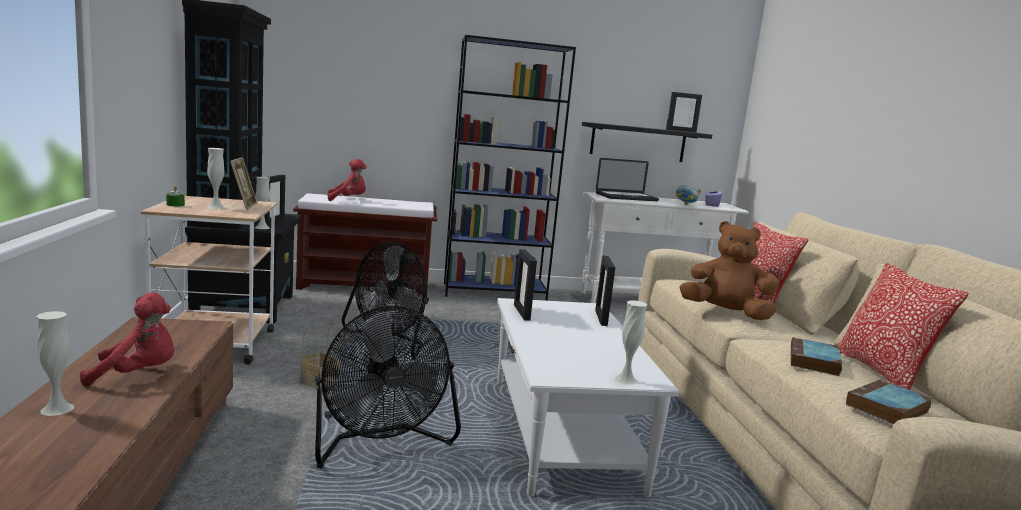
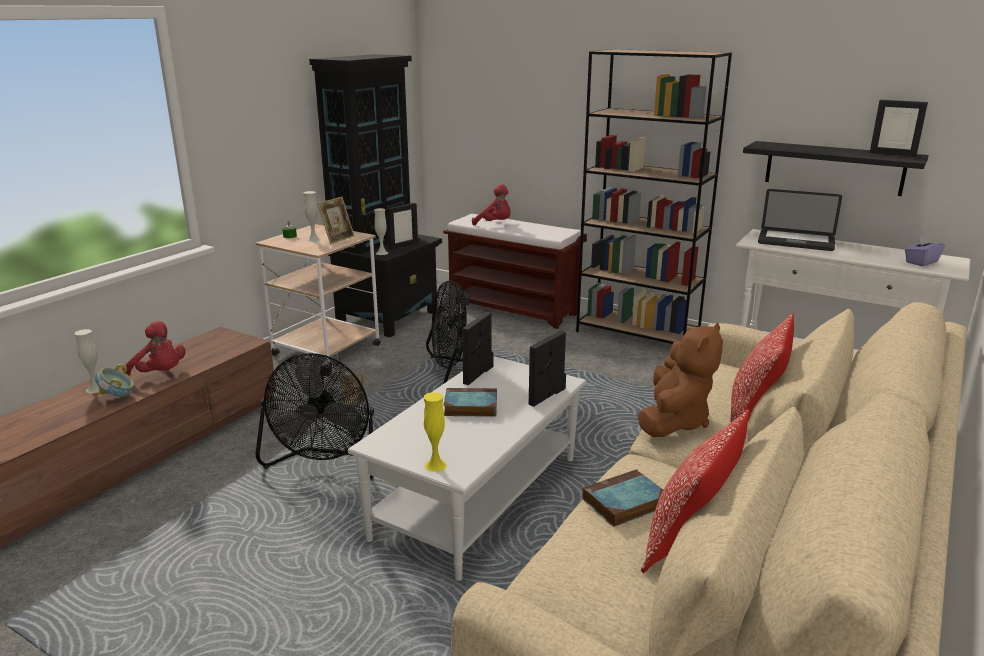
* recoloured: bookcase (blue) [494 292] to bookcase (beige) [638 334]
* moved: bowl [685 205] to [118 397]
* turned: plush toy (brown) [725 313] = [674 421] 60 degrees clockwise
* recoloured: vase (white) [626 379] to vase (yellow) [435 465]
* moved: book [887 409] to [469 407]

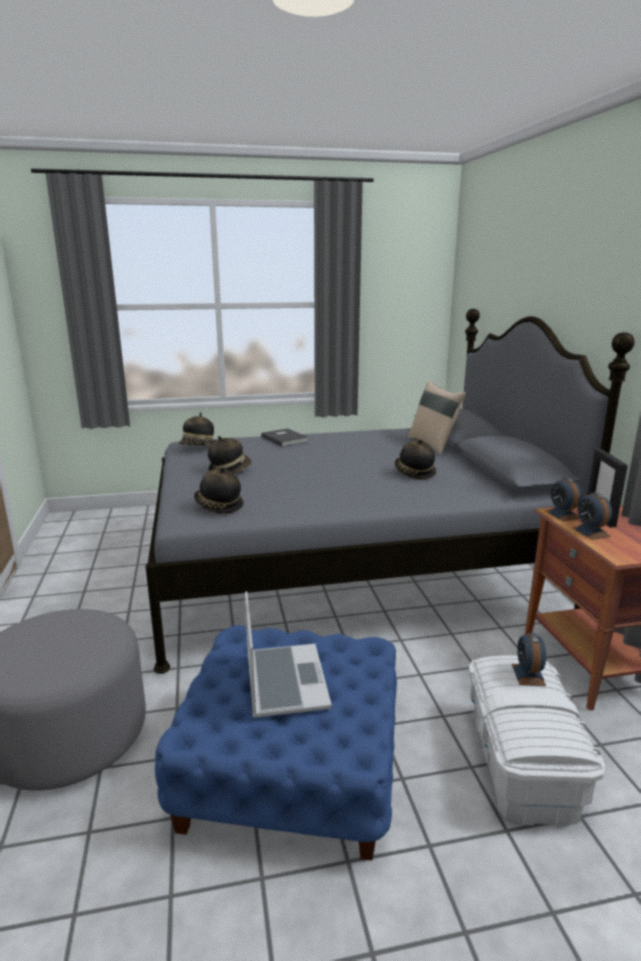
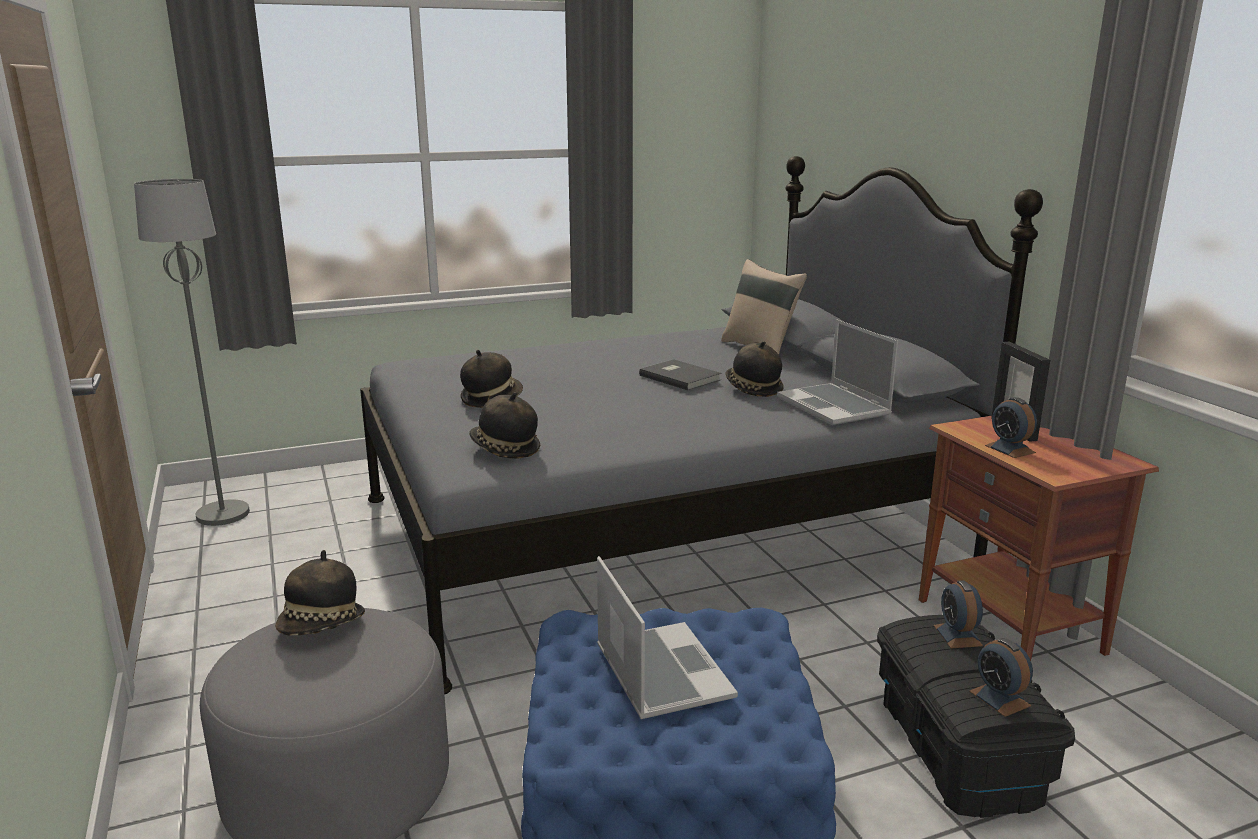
* moved: hat [198 446] to [322 626]
* moved: book (grey) [285 439] to [680 377]
* moved: alarm clock [562 515] to [999 698]
* recoloured: storage box (white) [522 762] to storage box (black) [959 747]
* added: floor lamp (grey) [223 514]
* added: laptop [835 407]

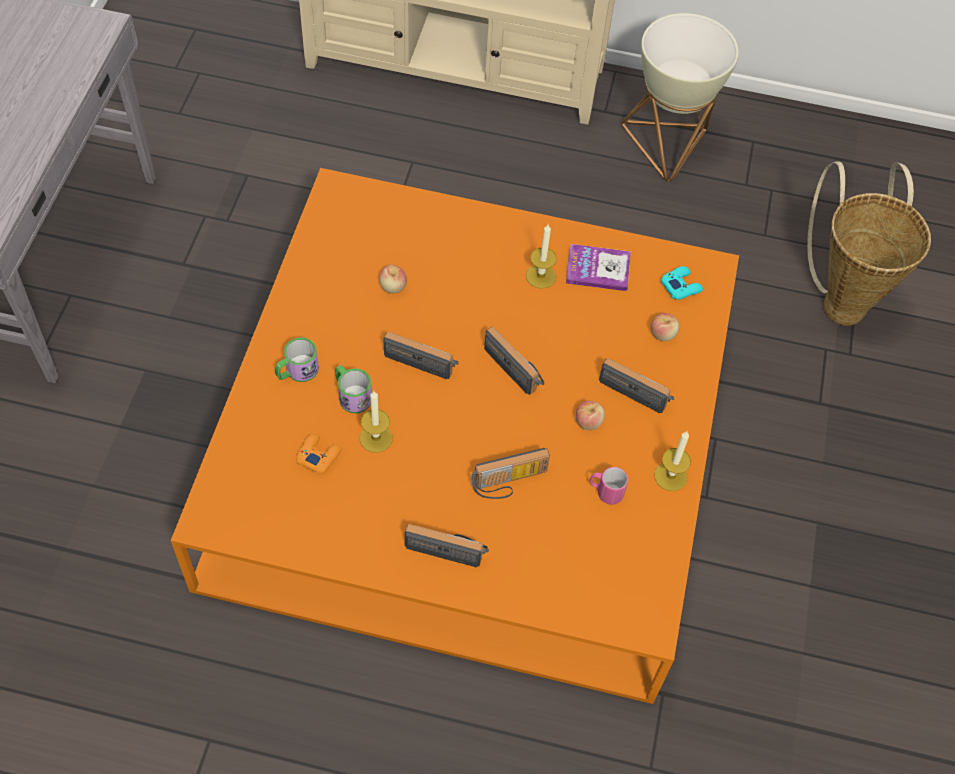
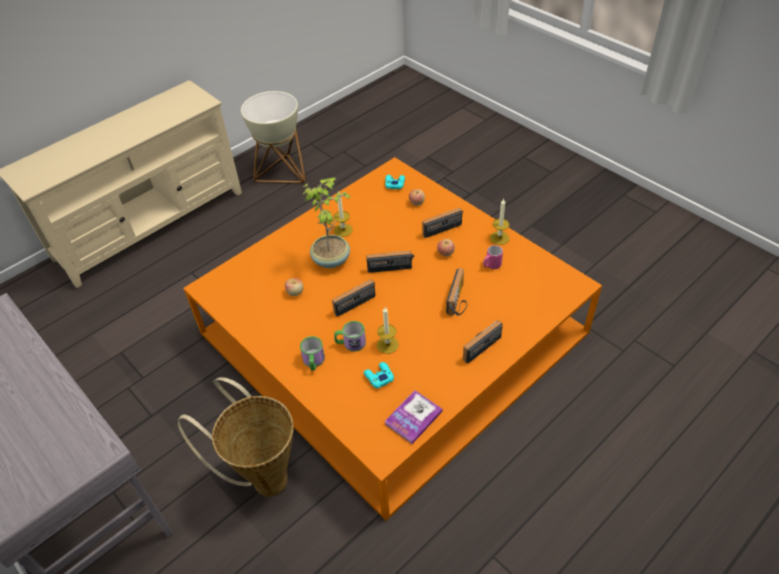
* moved: basket [842 300] to [264 477]
* moved: book [598 269] to [413 417]
* recoloured: game controller (orange) [318 455] to game controller (turquoise) [379 377]
* added: potted plant [332 259]

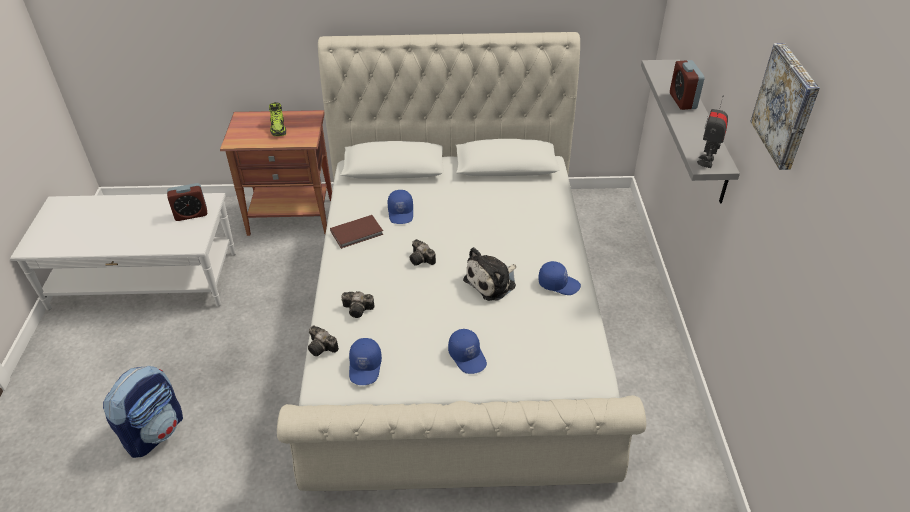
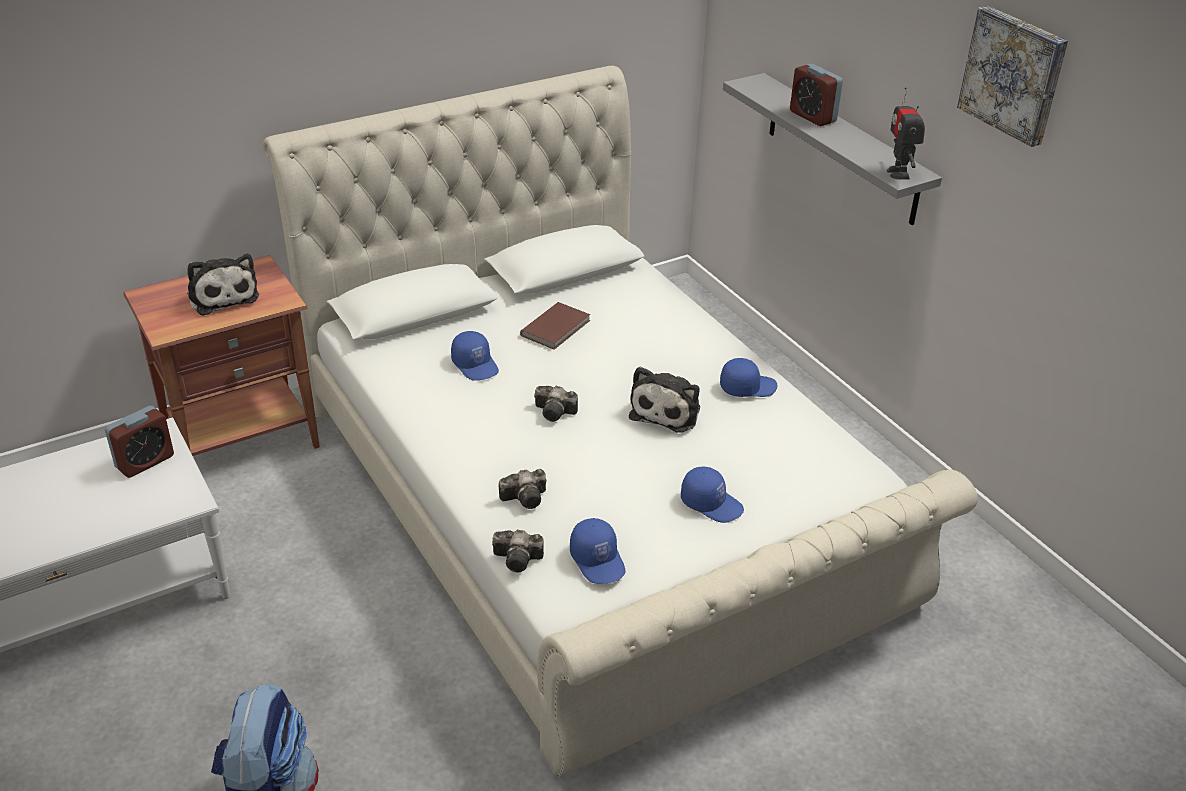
* replaced: shoe [278 128] to plush toy [222 295]
* moved: book (brown) [358 233] to [557 328]

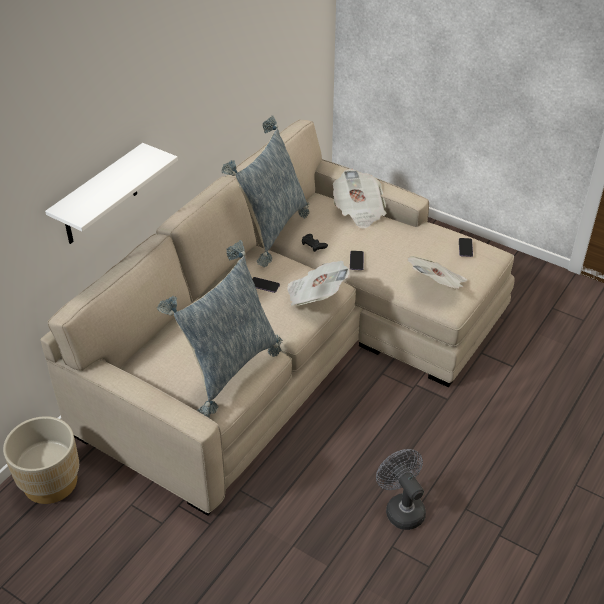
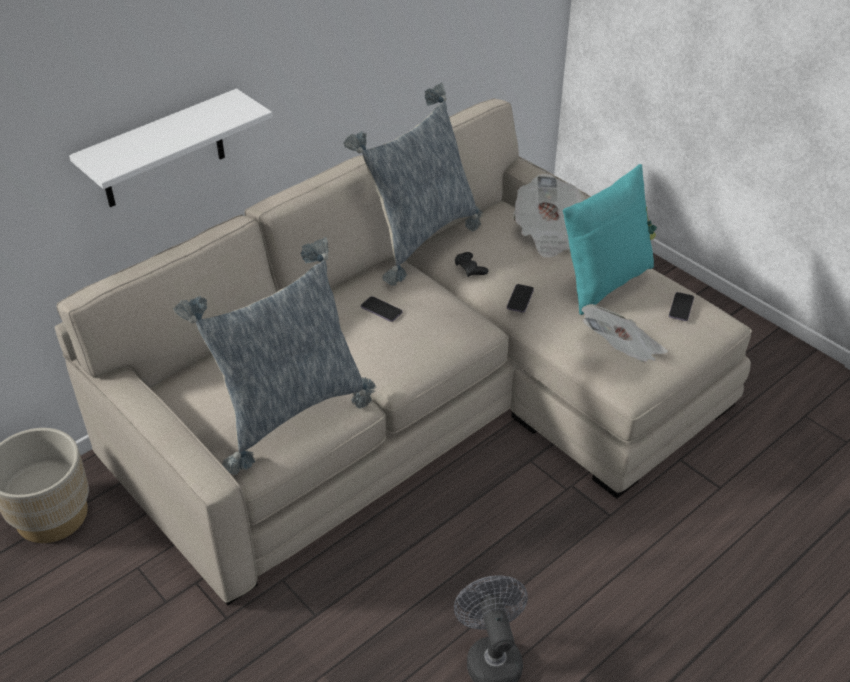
* removed: newspaper [316 295]
* added: pillow (turquoise) [604 283]

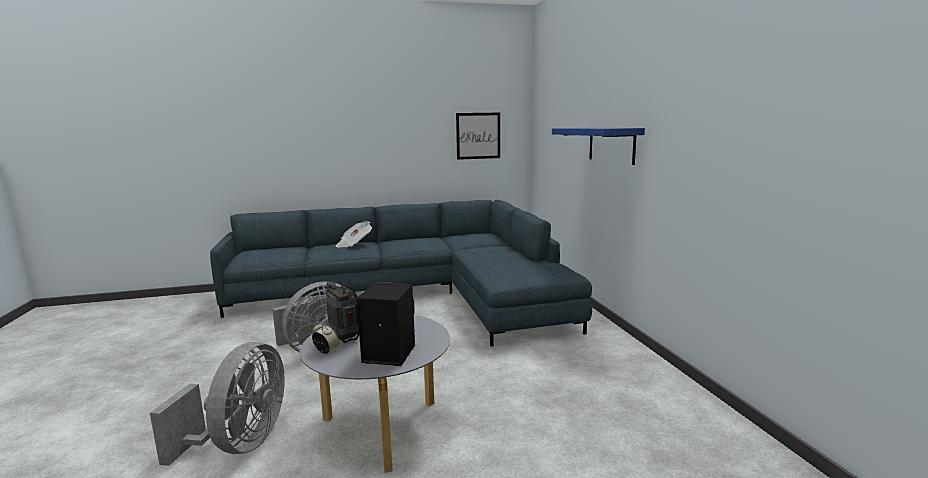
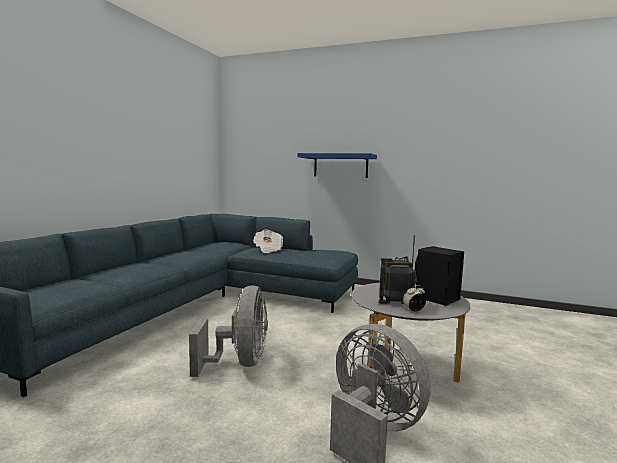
* removed: picture [478 136]
* moved: newspaper [354 244] to [268 250]

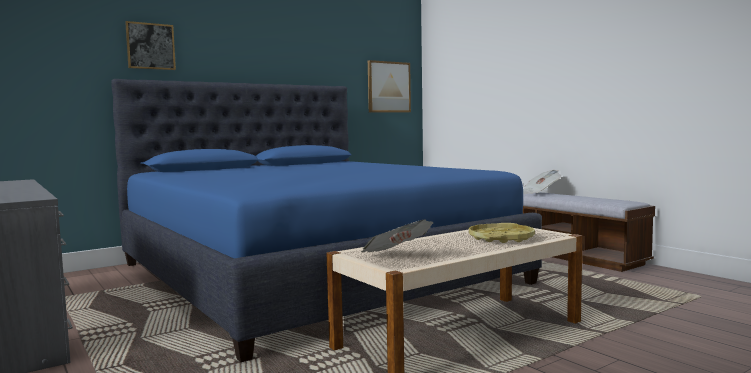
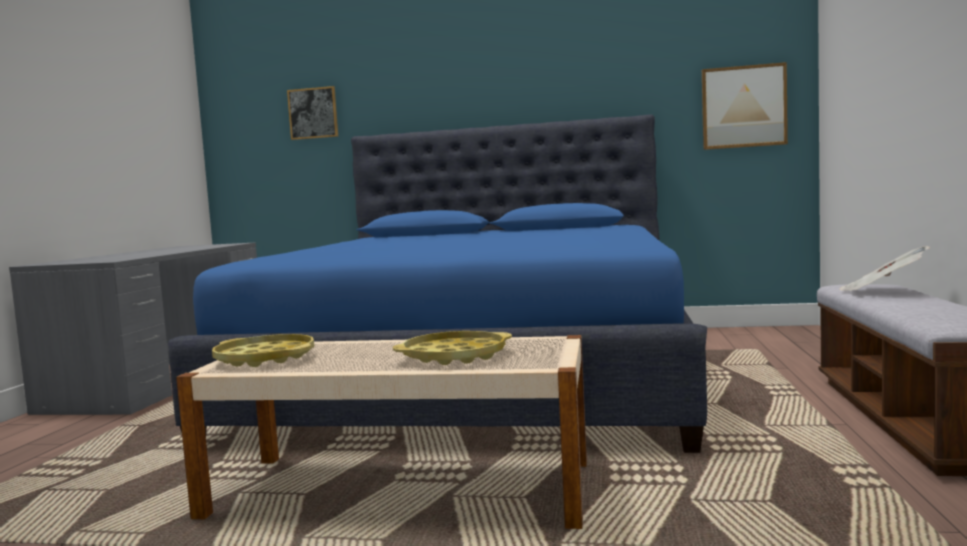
* moved: picture [150 46] to [313 113]
* replaced: newspaper [396 257] to tray (yellow) [265 358]

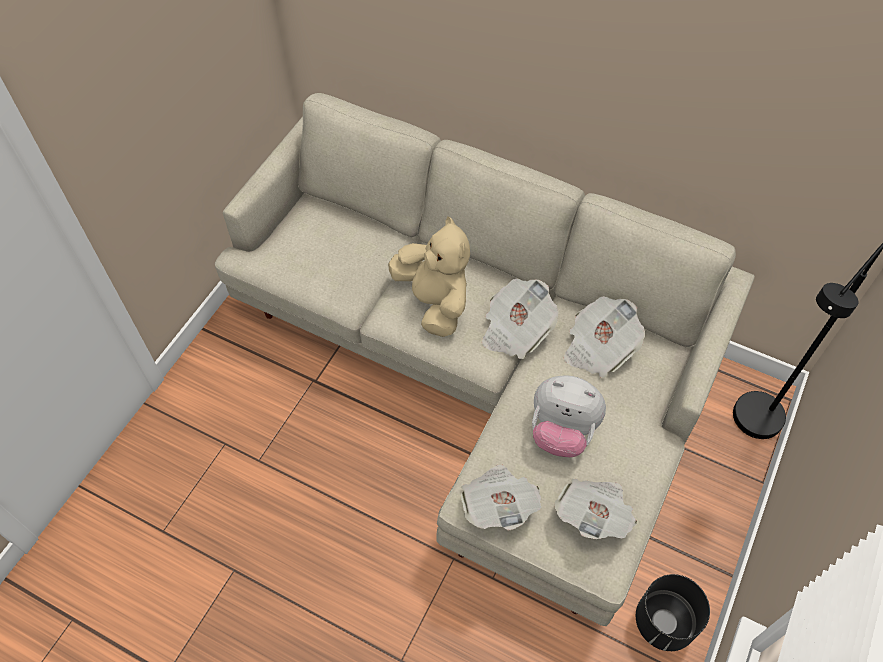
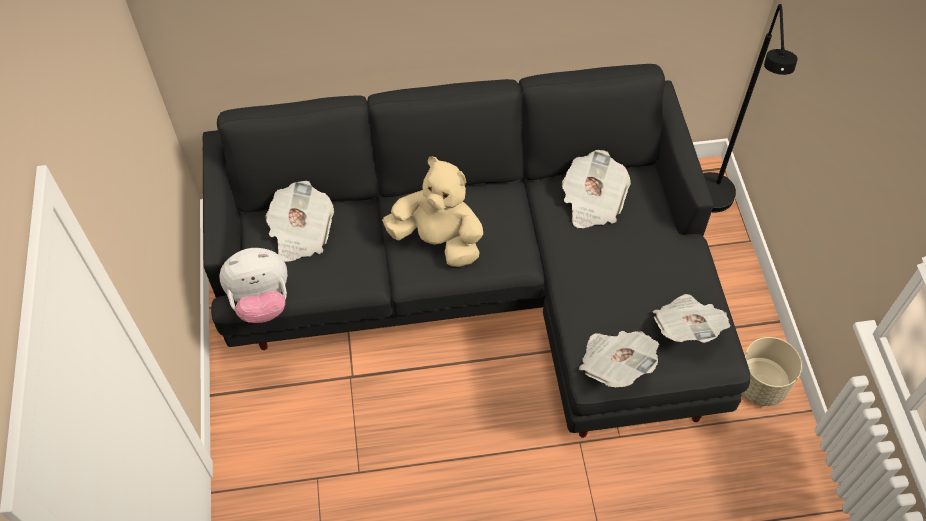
* recoloured: sofa (beige) [482 372] to sofa (black) [486 284]
* moved: newspaper [515 330] to [301 233]
* moved: plush toy [562 431] to [261 302]
* recoloured: planter (black) [663 621] to planter (beige) [759 385]

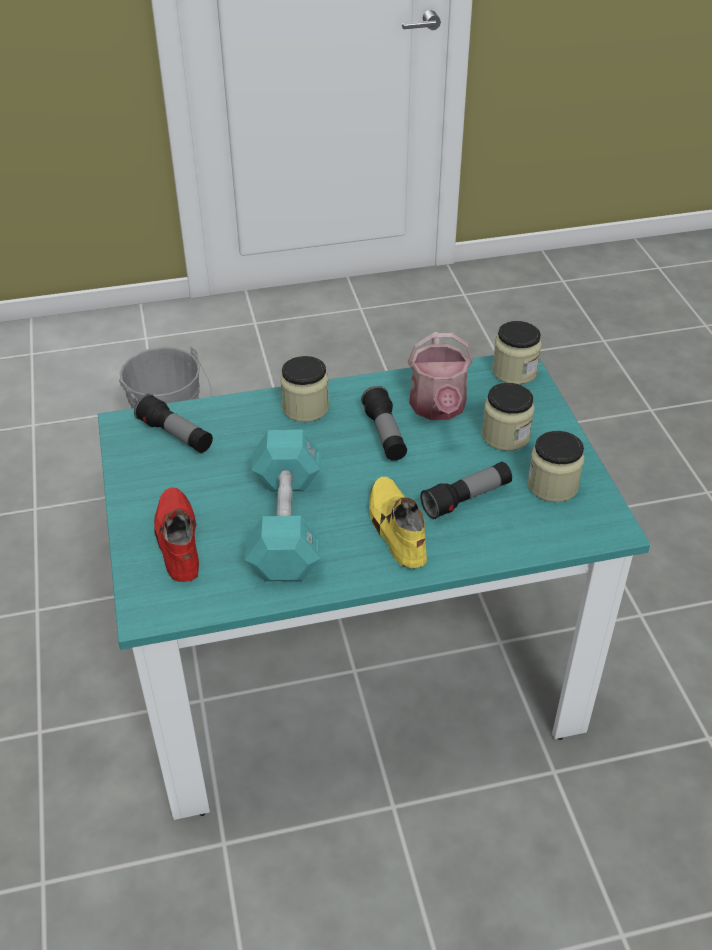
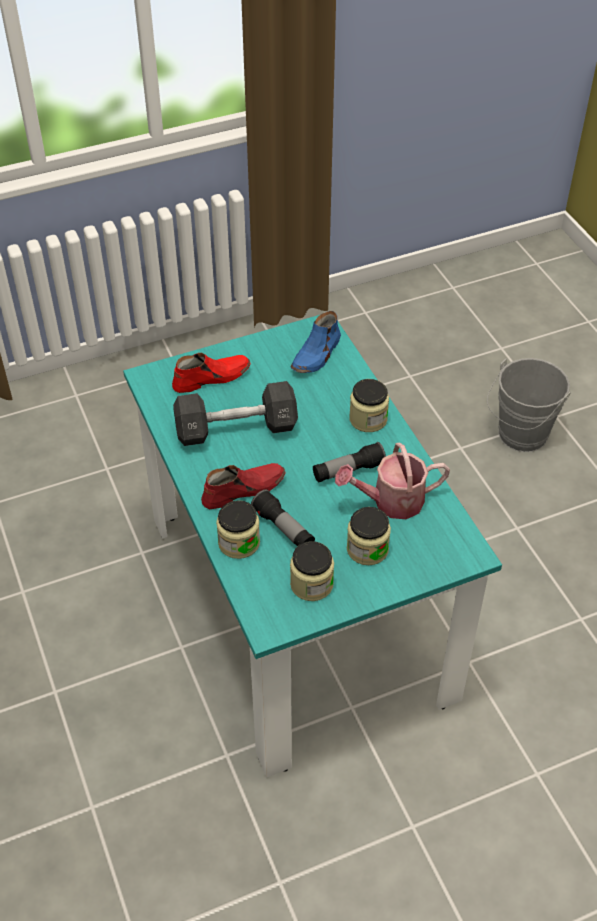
* moved: jar [514 371] to [239 543]
* replaced: flashlight [175 435] to shoe (blue) [317 354]
* recoloured: dumbbell (turquoise) [286 524] to dumbbell (black) [236 429]
* recoloured: shoe (yellow) [396 528] to shoe (red) [243 489]

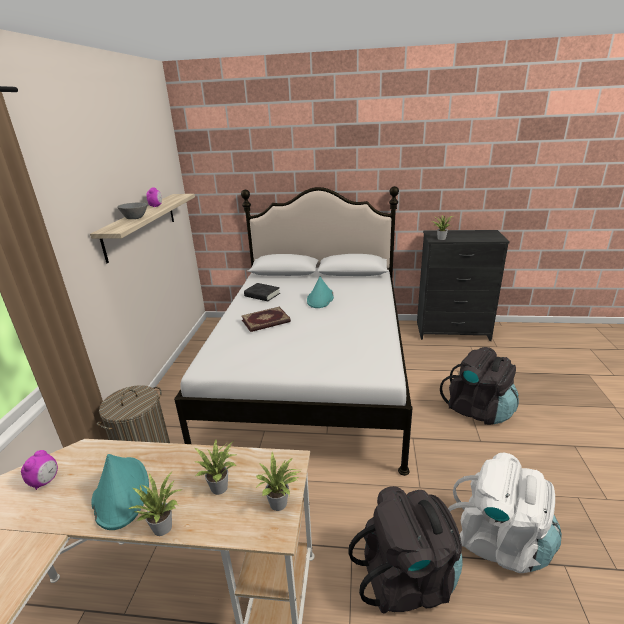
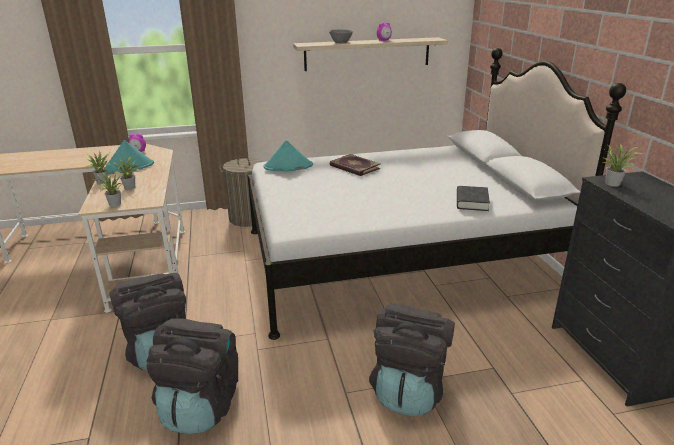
* moved: hat (turquoise) [320 299] to [288 166]
* moved: book (black) [262 295] to [471 202]
* recoloured: backpack (white) [499 541] to backpack (black) [200 405]

